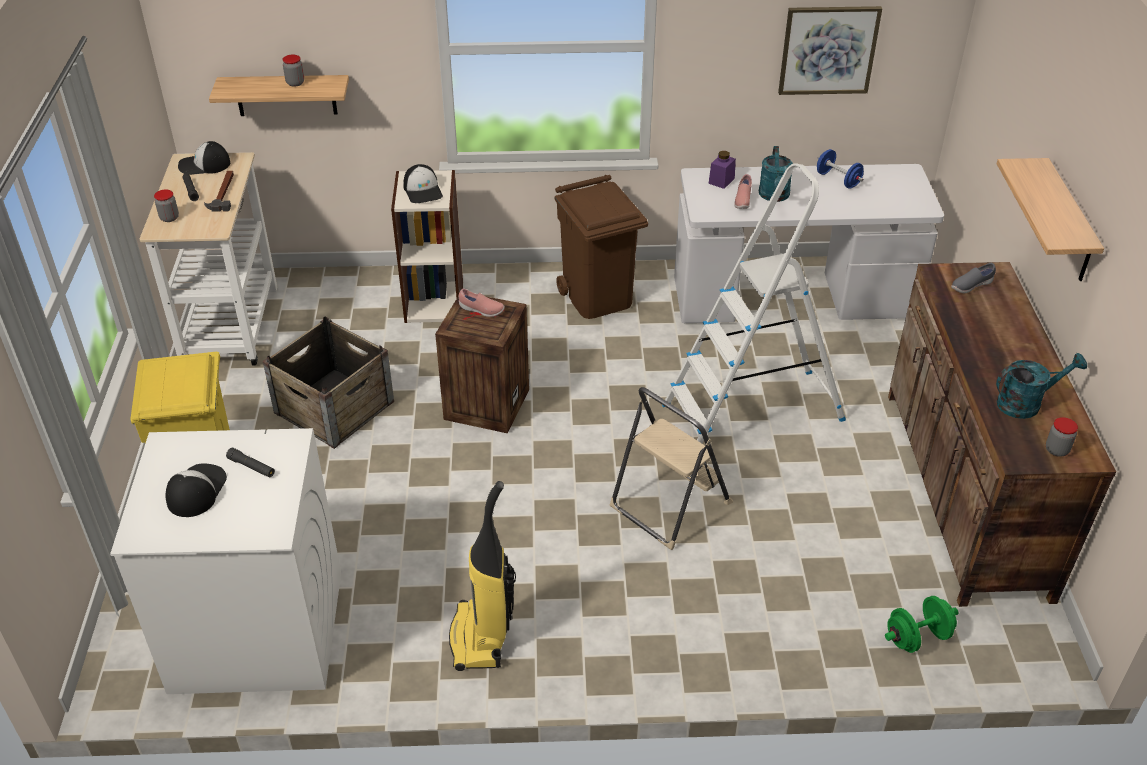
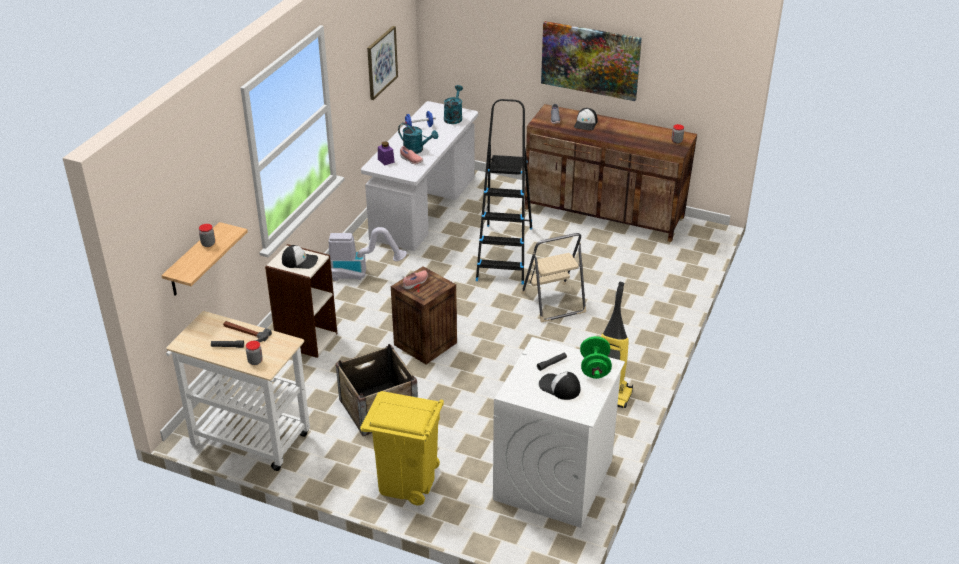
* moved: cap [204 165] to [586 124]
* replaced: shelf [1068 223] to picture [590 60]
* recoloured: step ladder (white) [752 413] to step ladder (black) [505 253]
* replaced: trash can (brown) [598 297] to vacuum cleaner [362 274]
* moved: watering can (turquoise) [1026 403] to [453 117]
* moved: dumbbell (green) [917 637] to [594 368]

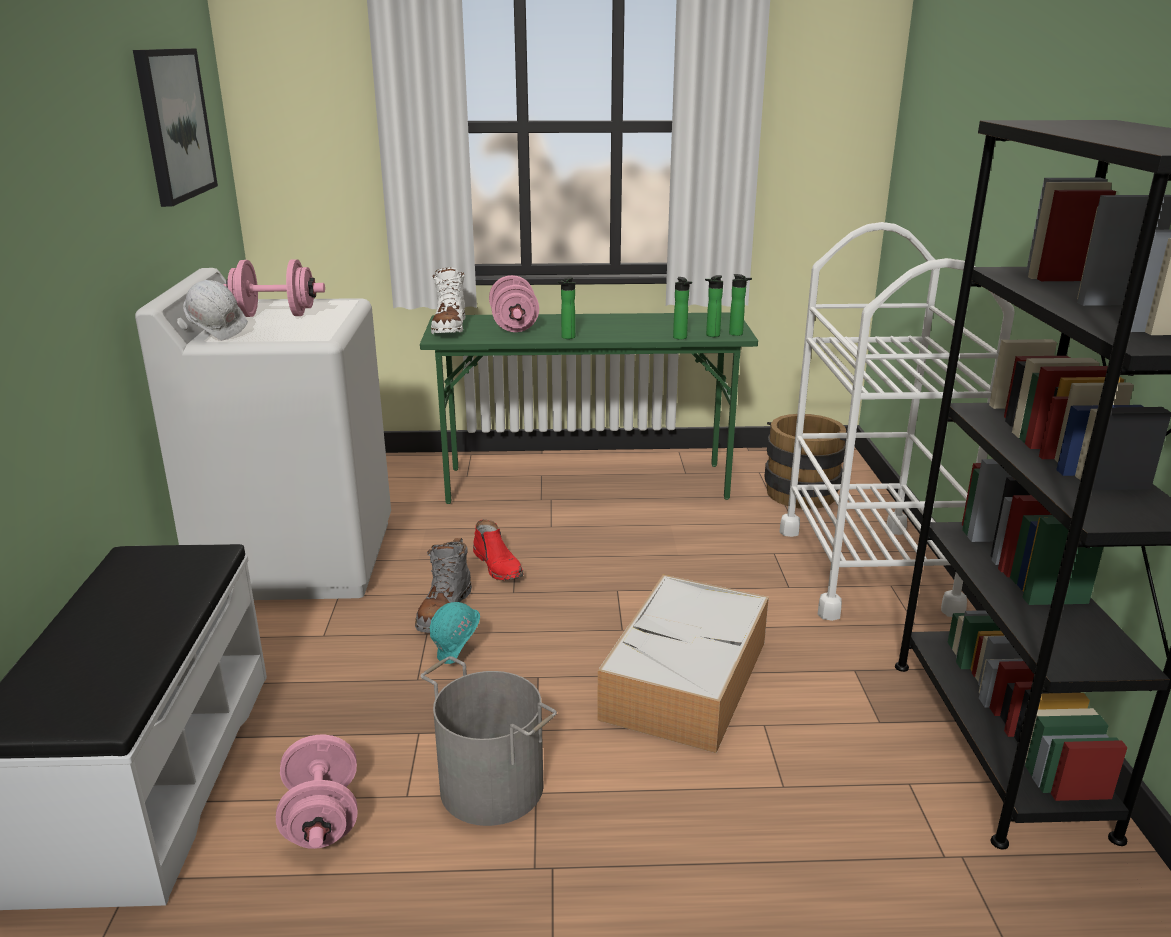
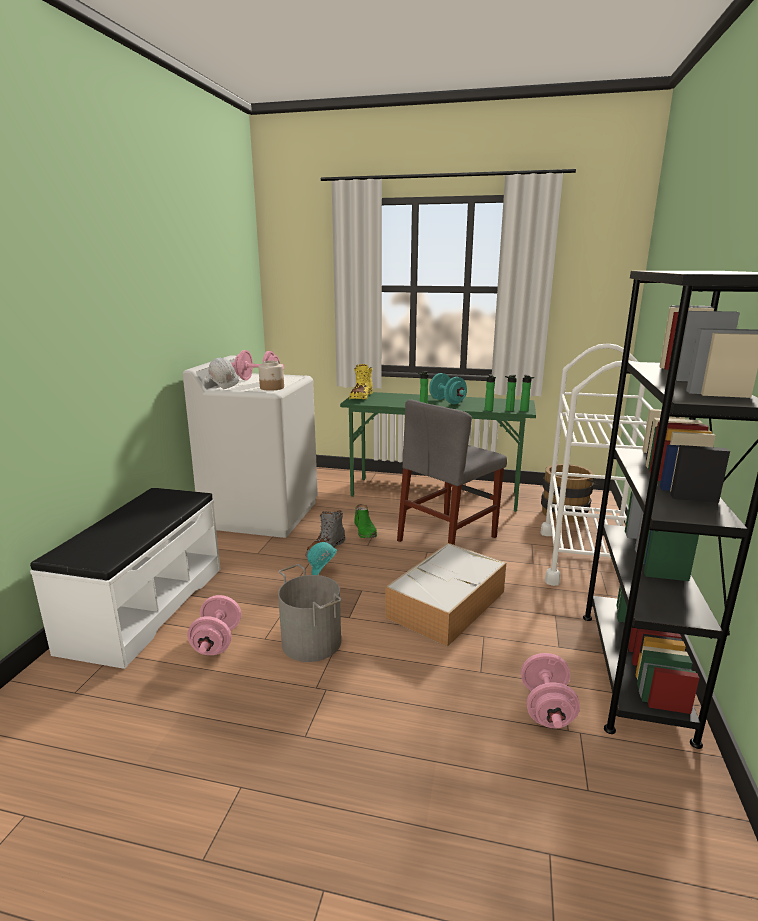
* removed: picture [173 124]
* recoloured: boot (white) [449 327] to boot (yellow) [361 397]
* moved: dumbbell (pink) [514 326] to [546 708]
* recoloured: boot (red) [499 566] to boot (green) [365 531]
* added: jar [272 388]
* added: dumbbell (turquoise) [447 401]
* added: chair (grey) [447 538]

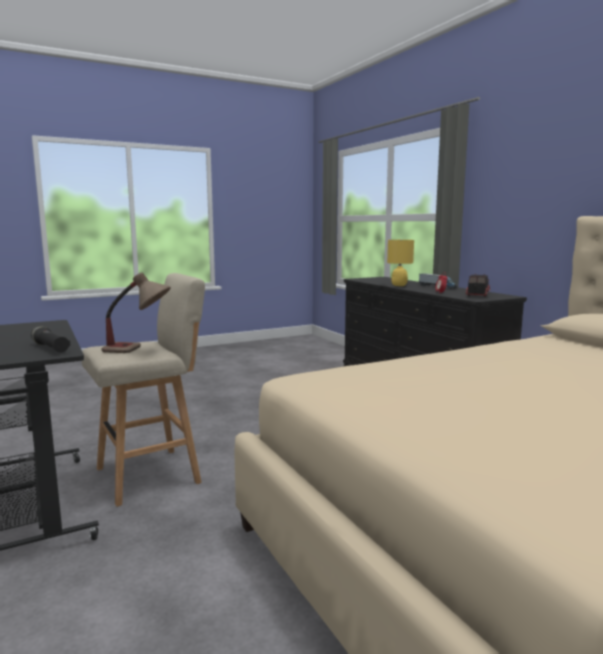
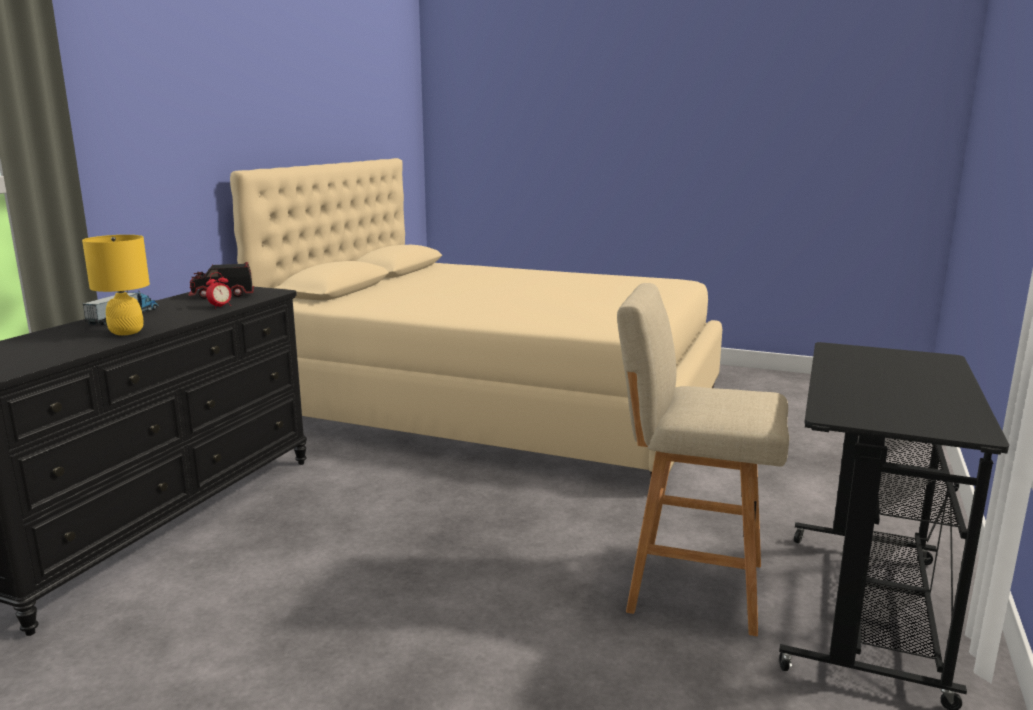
* removed: table lamp [139 349]
* removed: flashlight (black) [50 348]

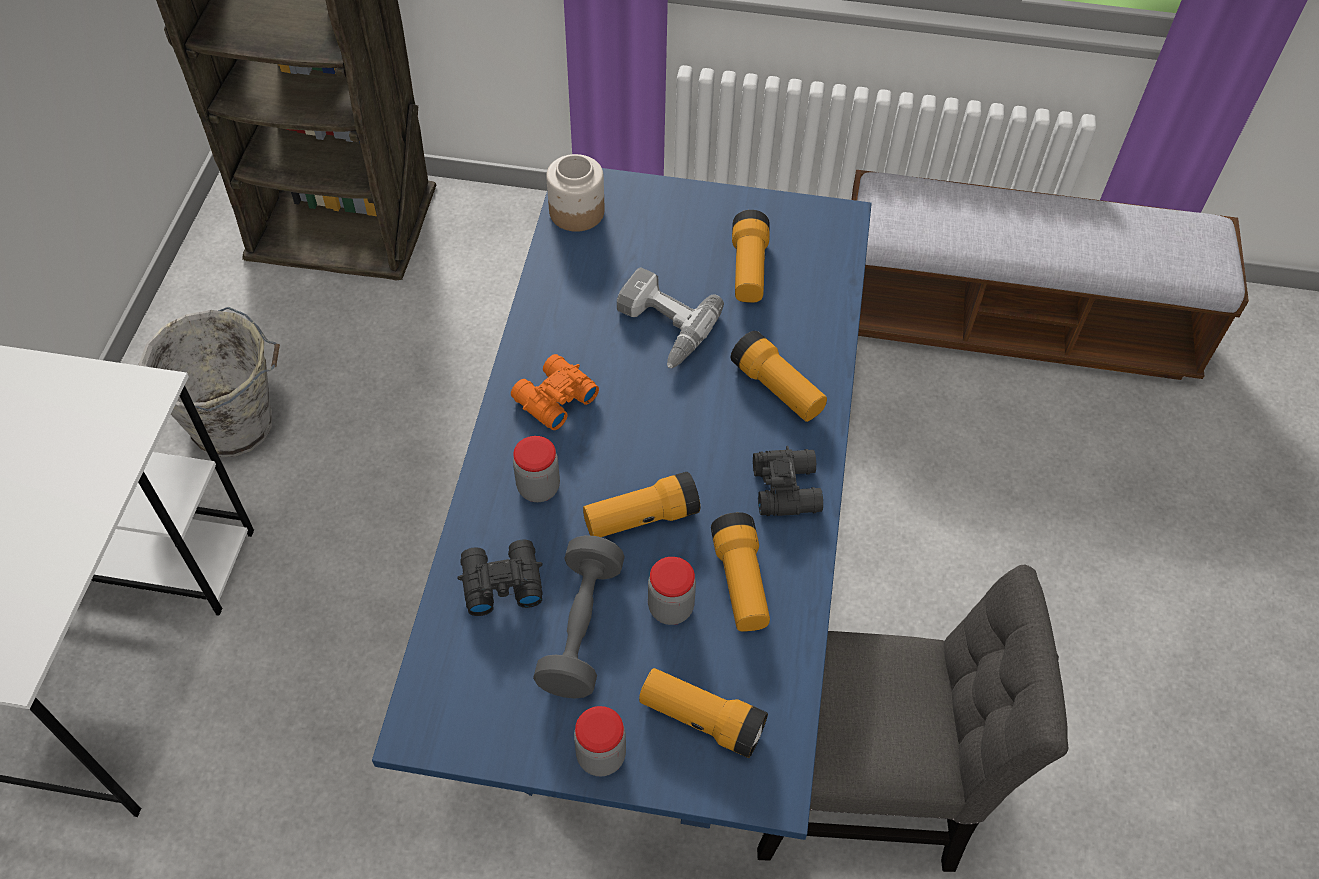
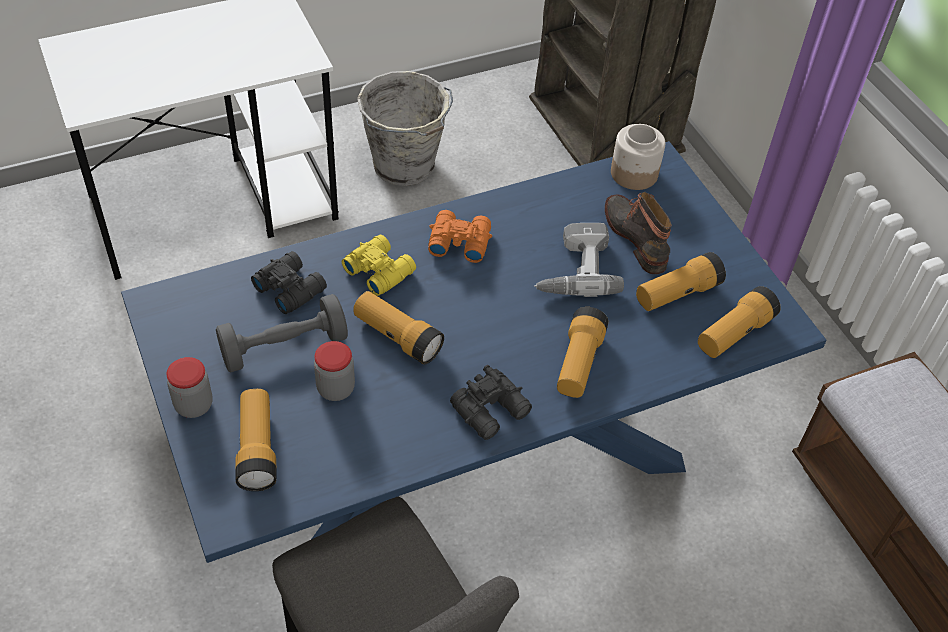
* replaced: jar [538 487] to binoculars (yellow) [379 270]
* moved: flashlight [740 582] to [734 334]
* added: boot [637 238]

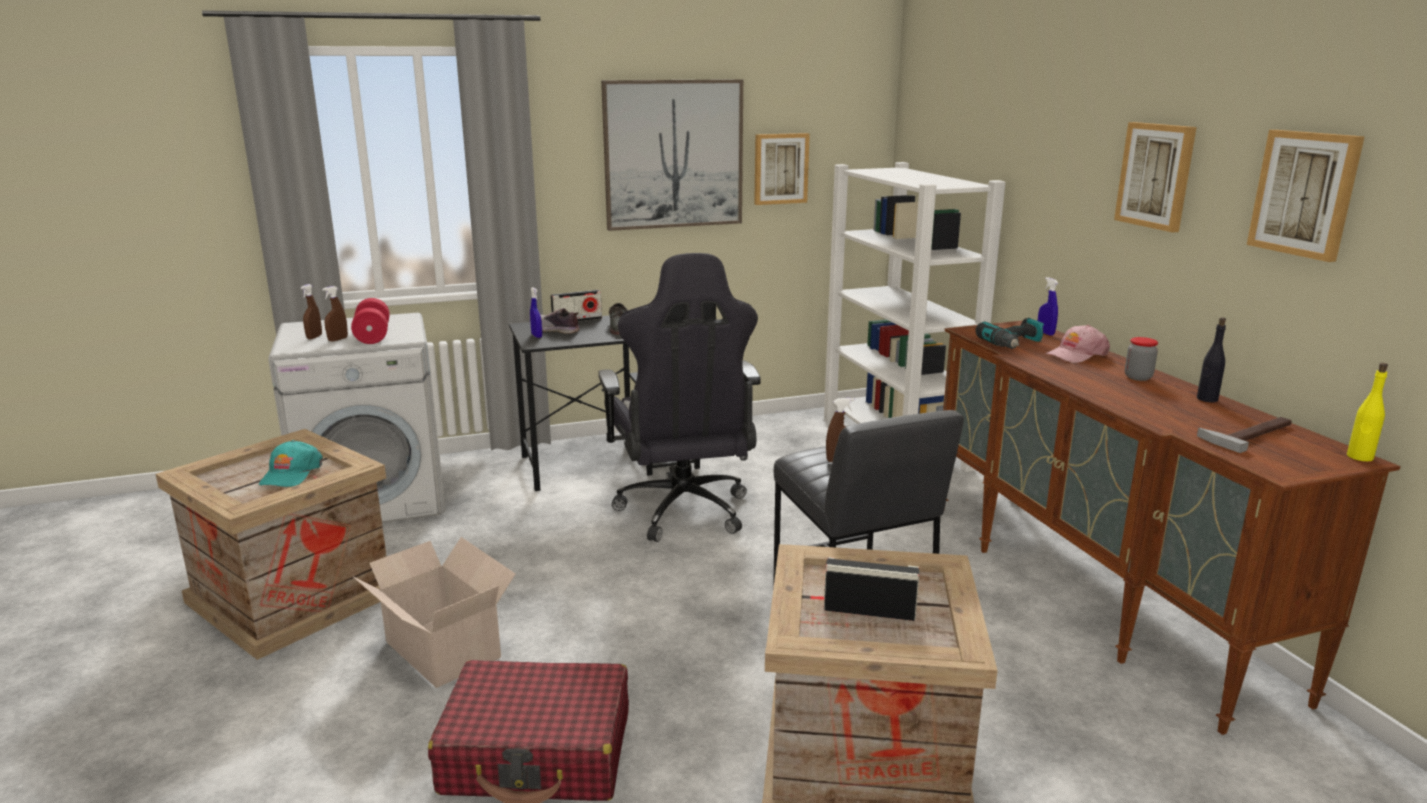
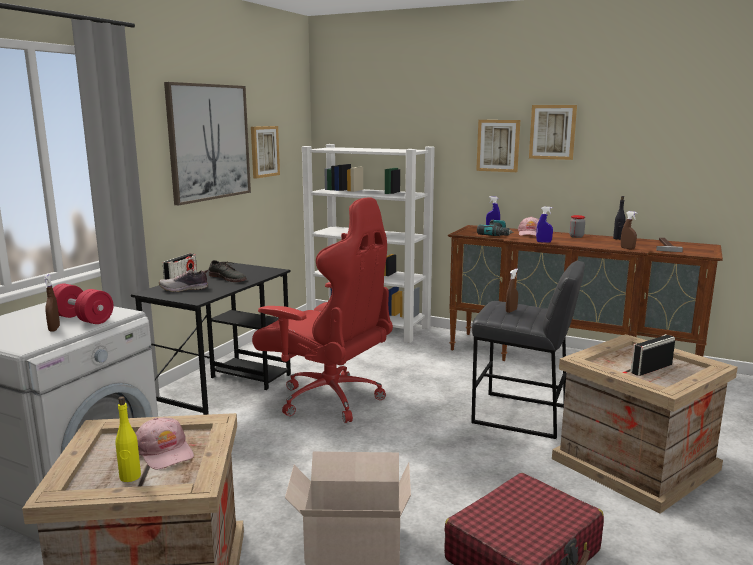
* moved: picture [1305 194] to [498 145]
* recoloured: office chair (black) [681 507] to office chair (red) [324 398]
* moved: spray bottle (brown) [314 337] to [627 248]
* moved: spray bottle (blue) [537 336] to [543 242]
* moved: bottle (yellow) [1359 457] to [130 477]
* recoloured: cap (turquoise) [291 474] to cap (pink) [164 451]

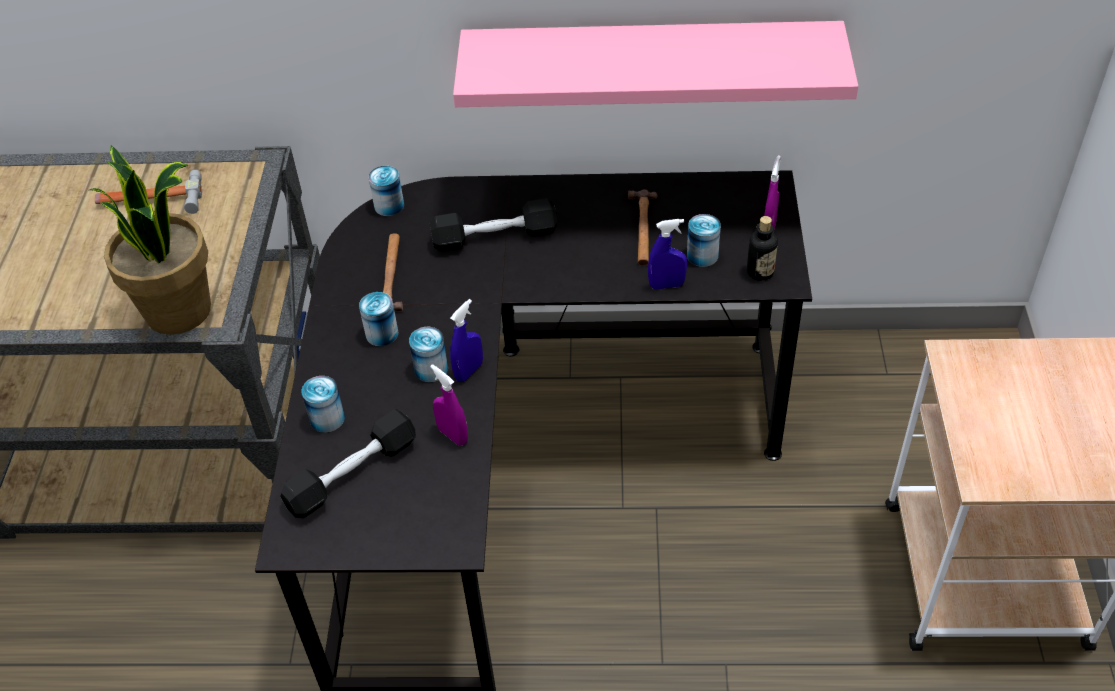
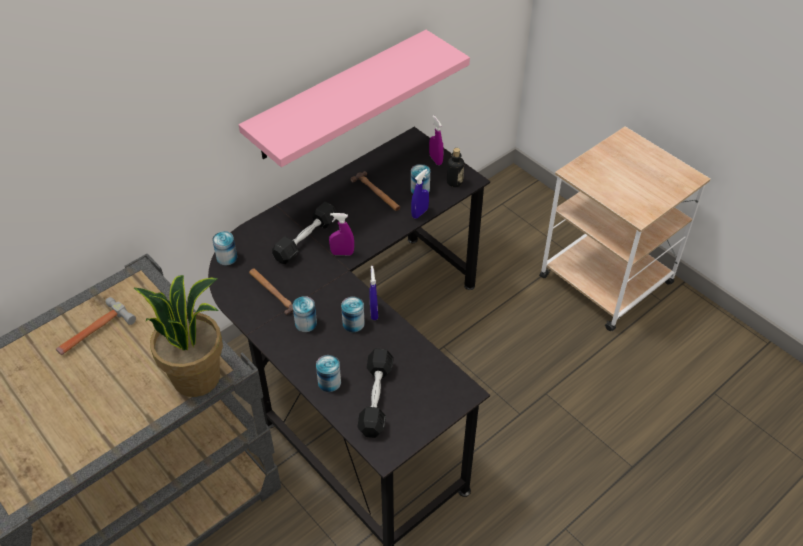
* moved: spray bottle (purple) [453 435] to [342 253]

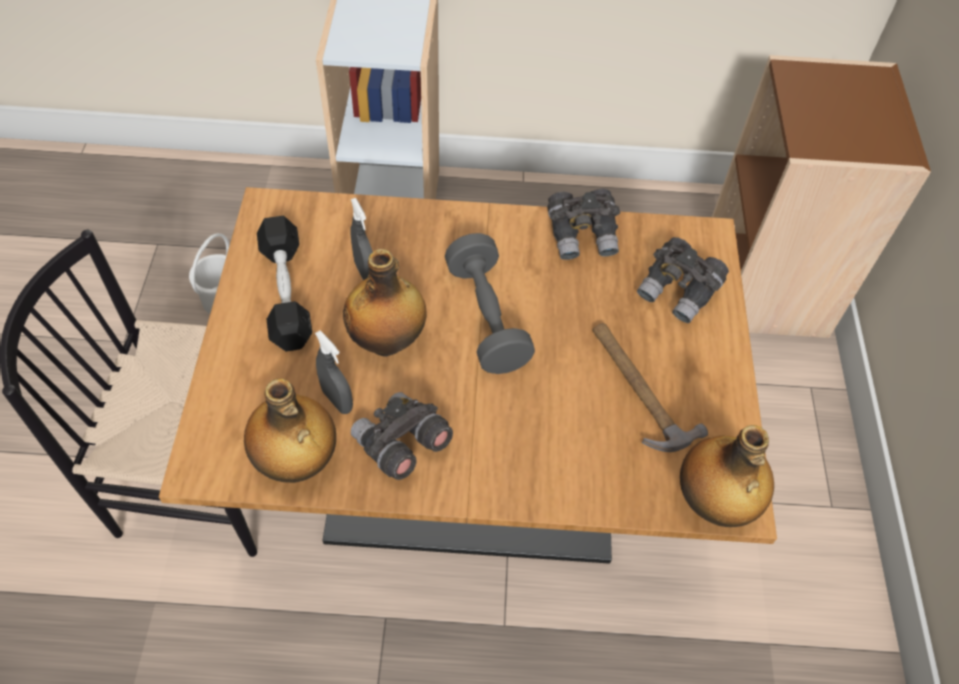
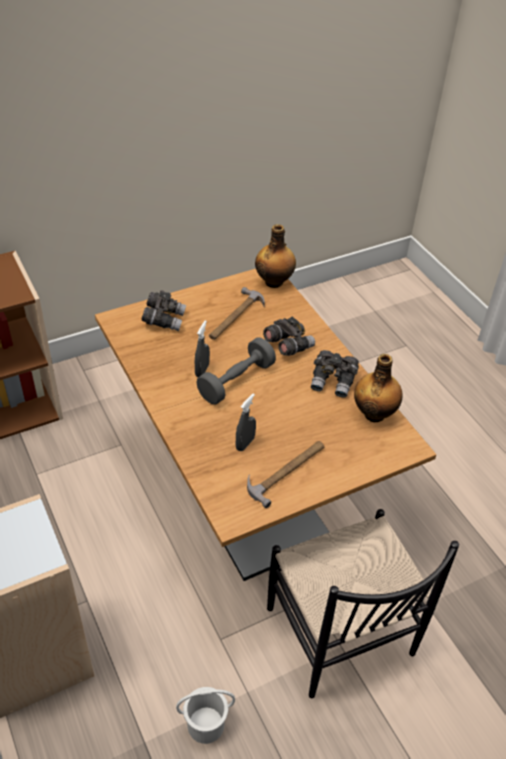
* moved: binoculars (grey) [582 235] to [288 346]
* replaced: dumbbell (black) [286 293] to hammer [287 471]
* removed: bottle [388 341]
* moved: spray bottle (grey) [337 400] to [202 370]

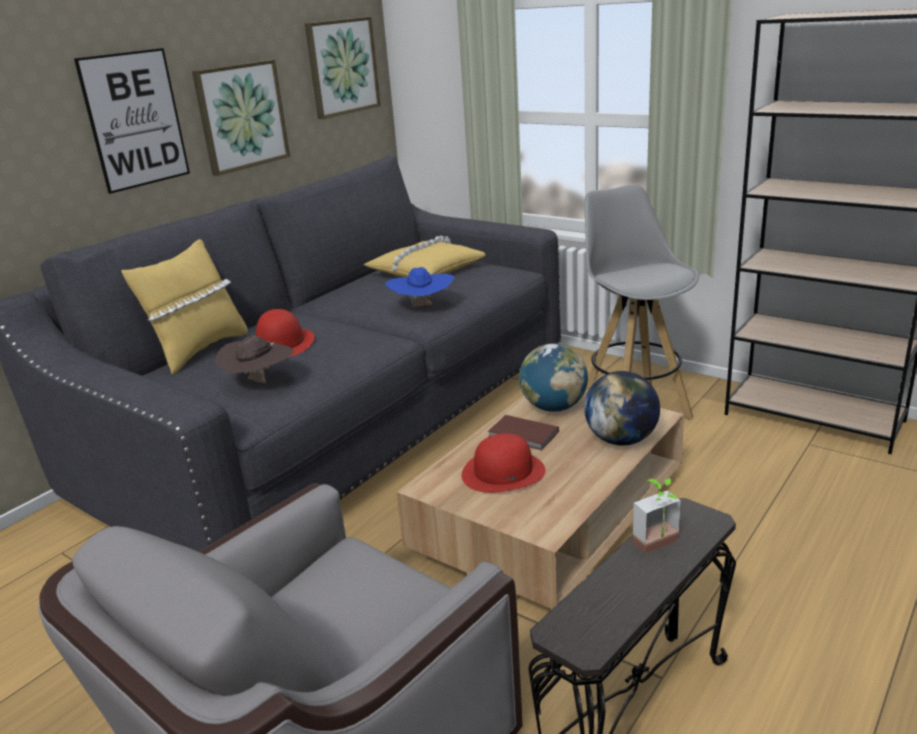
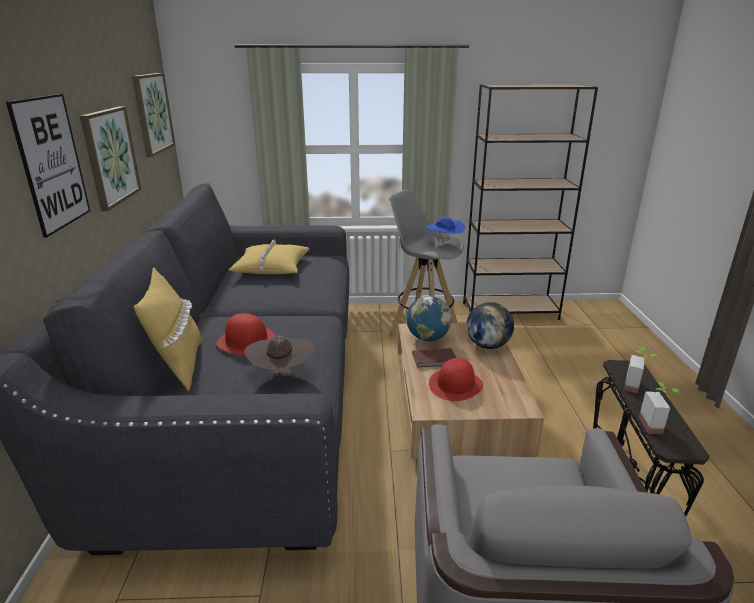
* moved: hat (blue) [422 307] to [444 243]
* added: potted plant [656 425]

